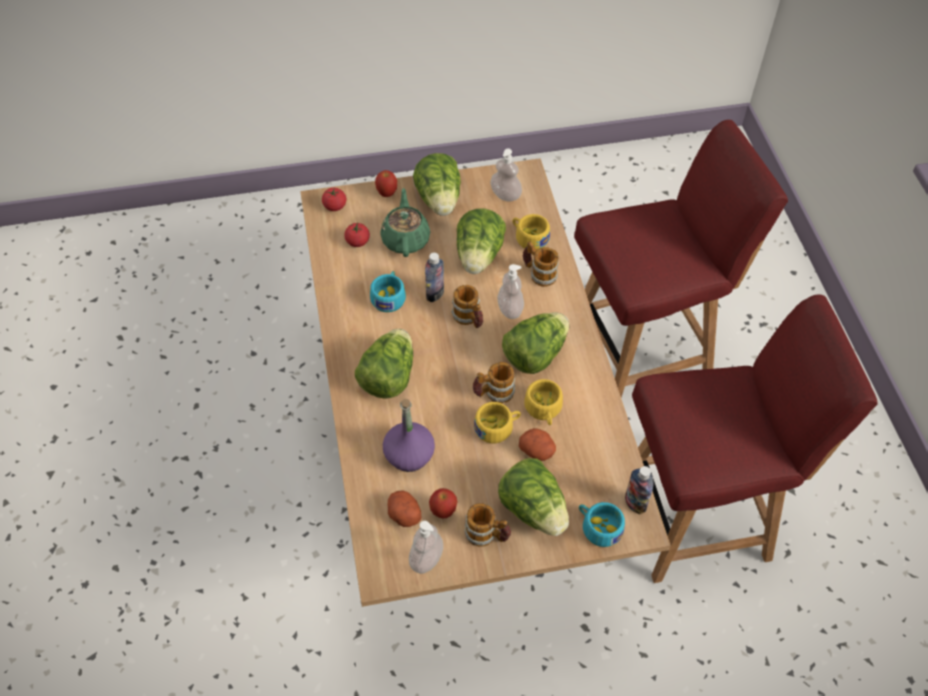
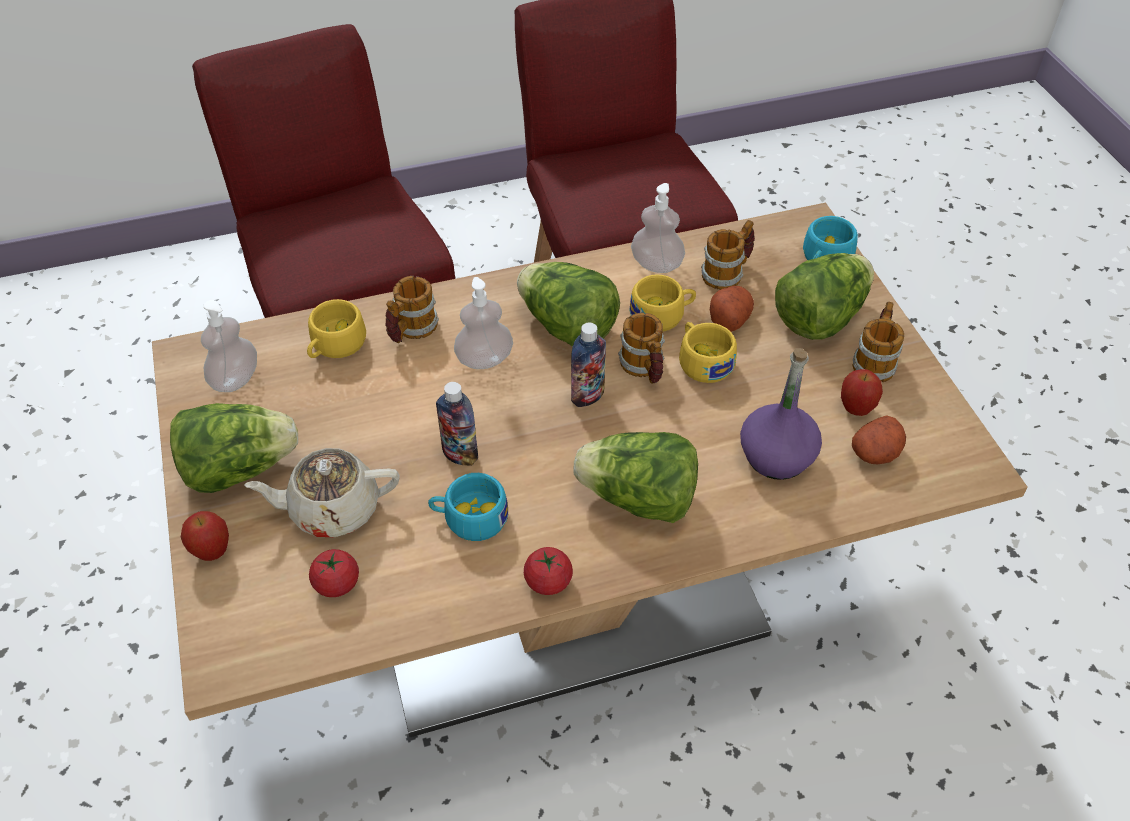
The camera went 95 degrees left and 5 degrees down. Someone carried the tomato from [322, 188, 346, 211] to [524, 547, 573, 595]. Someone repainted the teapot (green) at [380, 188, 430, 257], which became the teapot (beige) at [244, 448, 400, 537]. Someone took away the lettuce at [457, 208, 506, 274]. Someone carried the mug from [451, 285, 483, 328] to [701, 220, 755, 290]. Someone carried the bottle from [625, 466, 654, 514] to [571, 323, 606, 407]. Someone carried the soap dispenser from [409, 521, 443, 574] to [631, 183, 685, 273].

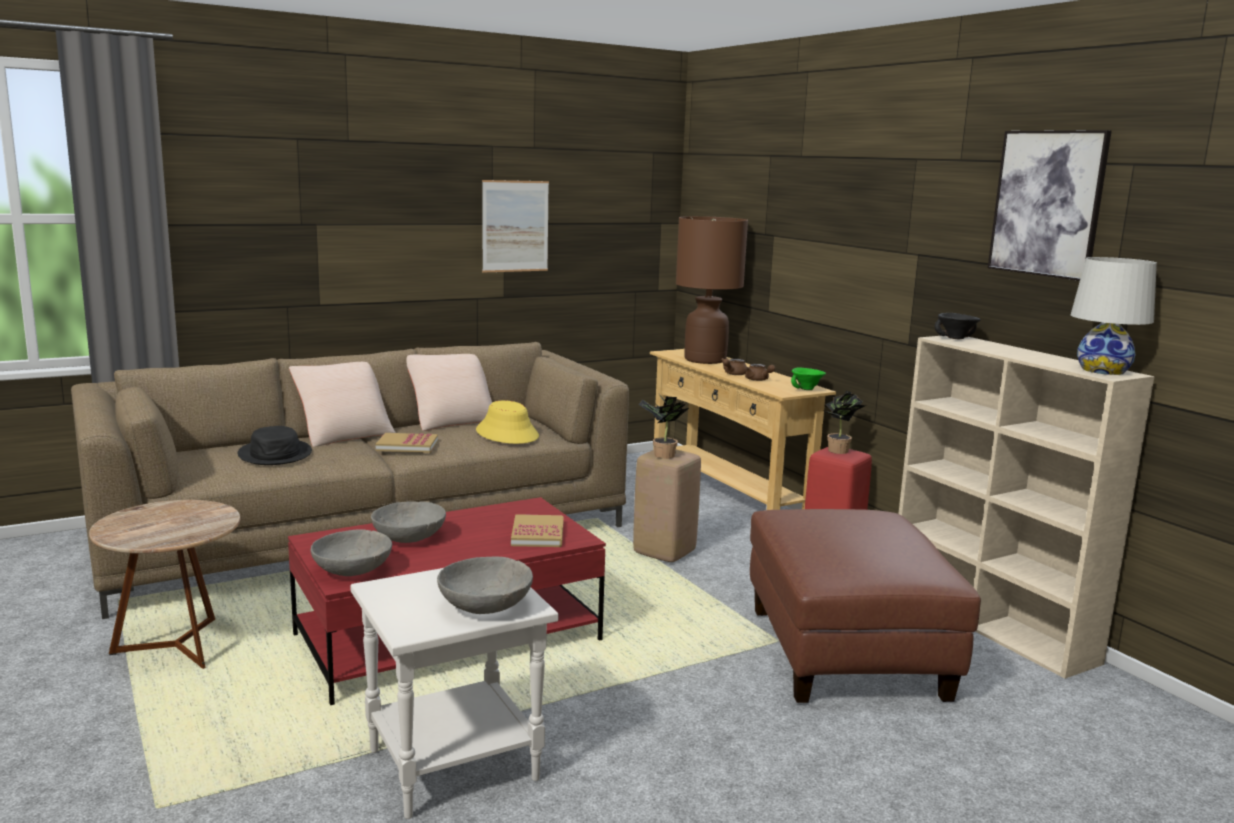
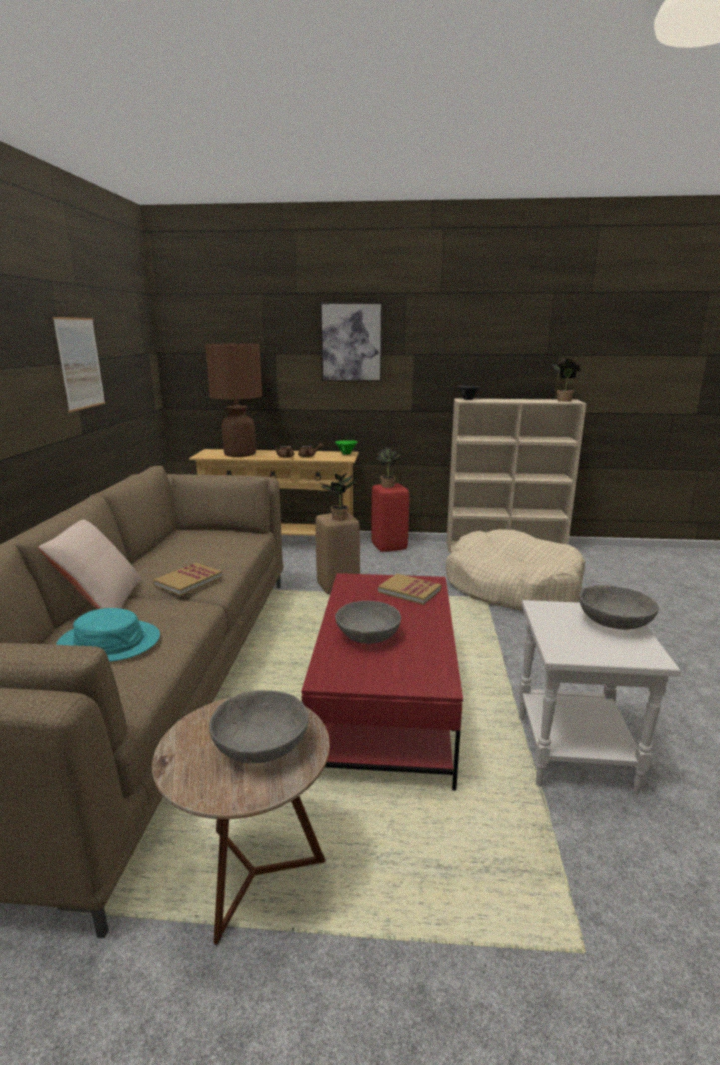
The camera went 55 degrees left and 5 degrees up. Someone carried the picture from [988, 130, 1112, 281] to [320, 302, 383, 381]. Someone swapped the table lamp (white) at [1071, 257, 1157, 375] for the potted plant at [552, 357, 581, 402]. Someone took away the pillow (beige) at [407, 354, 492, 431]. Someone took away the hat (yellow) at [476, 400, 539, 444]. Someone repainted the hat (black) at [238, 426, 312, 465], which became the hat (turquoise) at [56, 608, 160, 662]. Someone swapped the ottoman (brown) at [750, 509, 981, 703] for the dog bed (beige) at [446, 529, 586, 611]. Someone carried the bowl (grey) from [311, 529, 392, 576] to [209, 690, 309, 763].

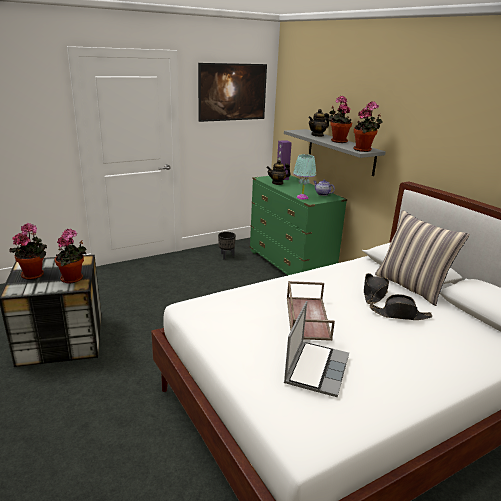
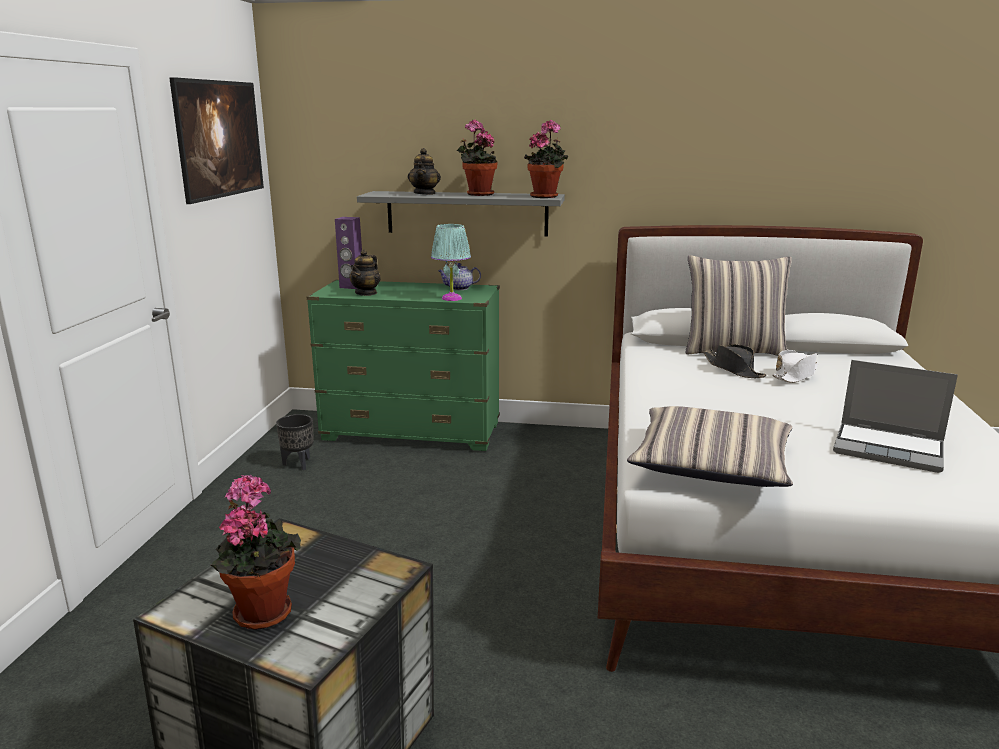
The camera went 50 degrees left and 5 degrees down. Someone took away the potted plant at [55, 229, 86, 284]. Someone took away the tray (brown) at [287, 281, 335, 341]. Someone repainted the hat (black) at [370, 294, 432, 320], which became the hat (white) at [772, 350, 818, 383]. Someone rotated the laptop at [284, 301, 349, 397] by 150 degrees clockwise. Someone put down the pillow at [627, 406, 793, 487].

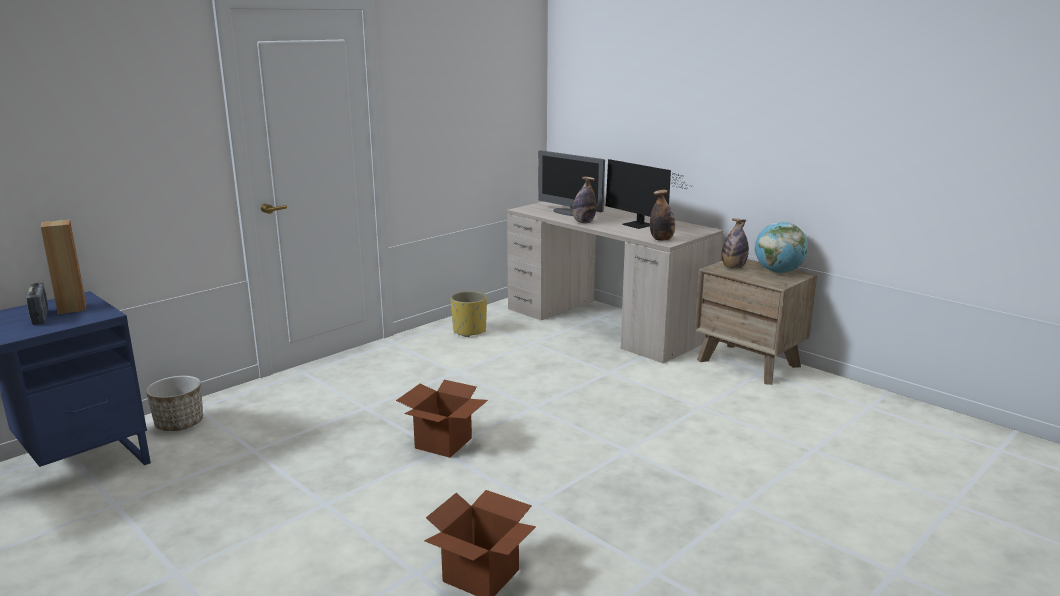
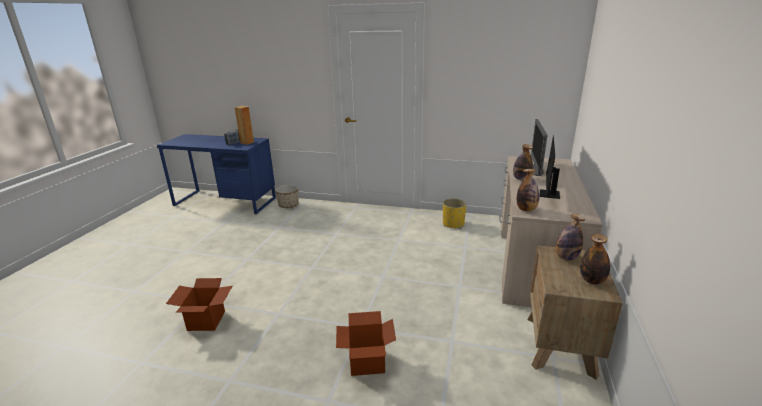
The camera went 60 degrees right and 5 degrees up. Someone swapped the globe at [755, 222, 808, 273] for the bottle at [580, 234, 610, 285]. Someone carried the cardboard box from [396, 380, 488, 458] to [336, 311, 396, 376].

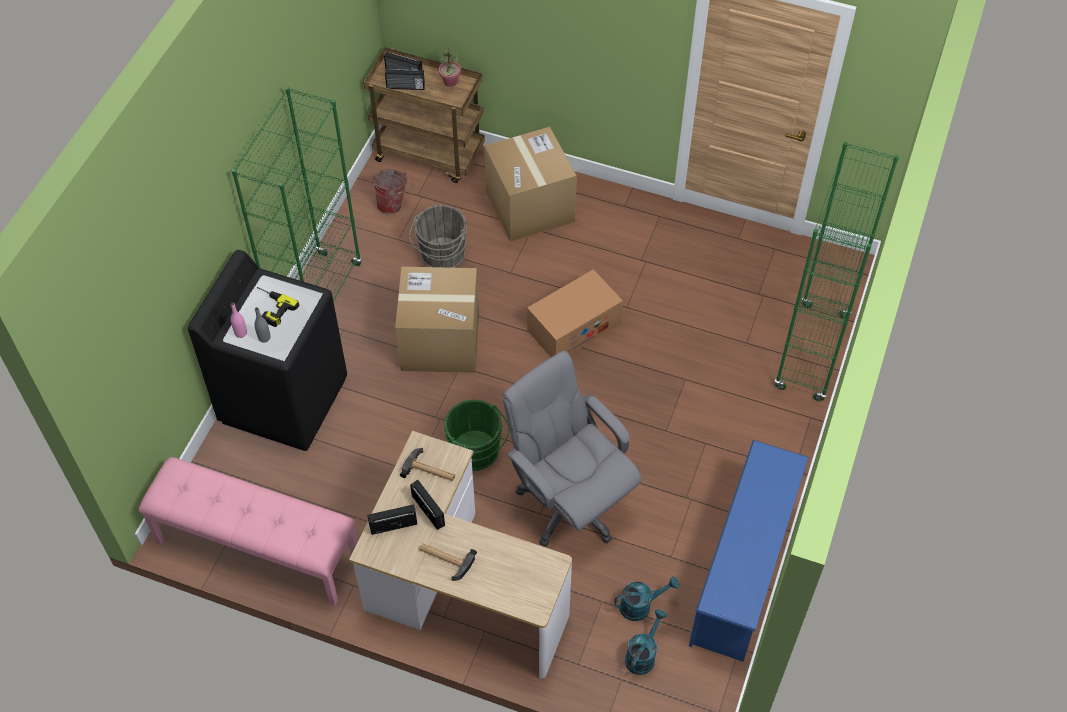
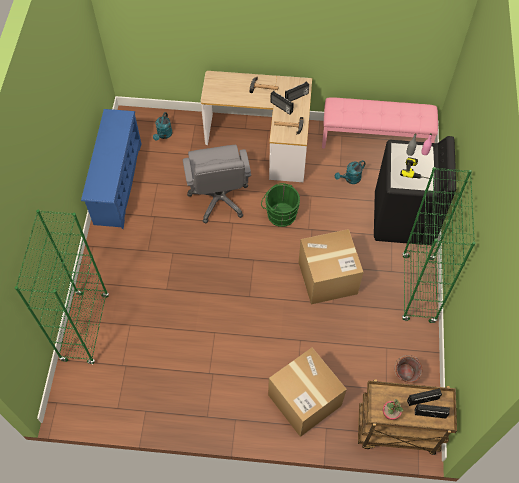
The camera went 165 degrees right and 5 degrees up. Someone took away the bucket (grey) at [409, 205, 468, 268]. Someone took away the cardboard box at [527, 269, 623, 357]. Someone rotated the office chair (grey) at [503, 351, 642, 547] by 45 degrees clockwise. Someone carried the watering can (turquoise) from [614, 576, 679, 621] to [335, 160, 366, 184].

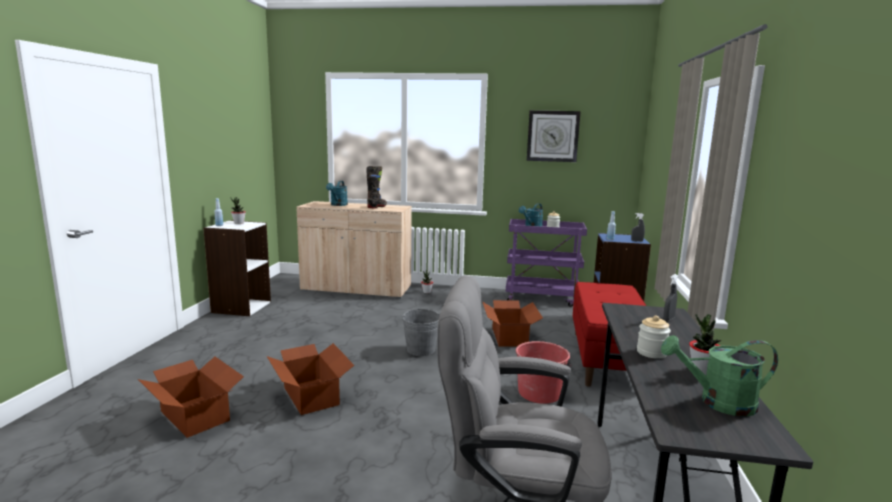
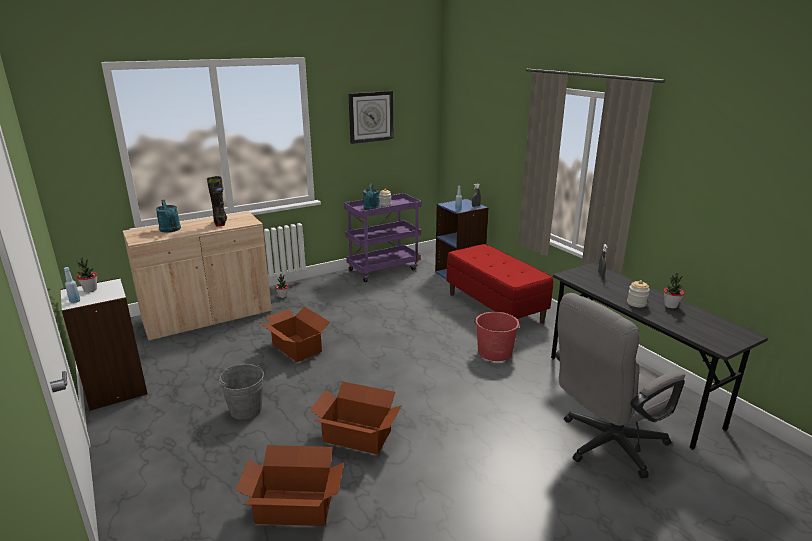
The camera went 40 degrees left and 10 degrees up. Someone carried the cardboard box from [482, 300, 543, 347] to [260, 307, 330, 362]. Someone carried the bucket (grey) from [402, 309, 440, 356] to [219, 364, 264, 420]. Someone took away the watering can (green) at [661, 335, 778, 417].

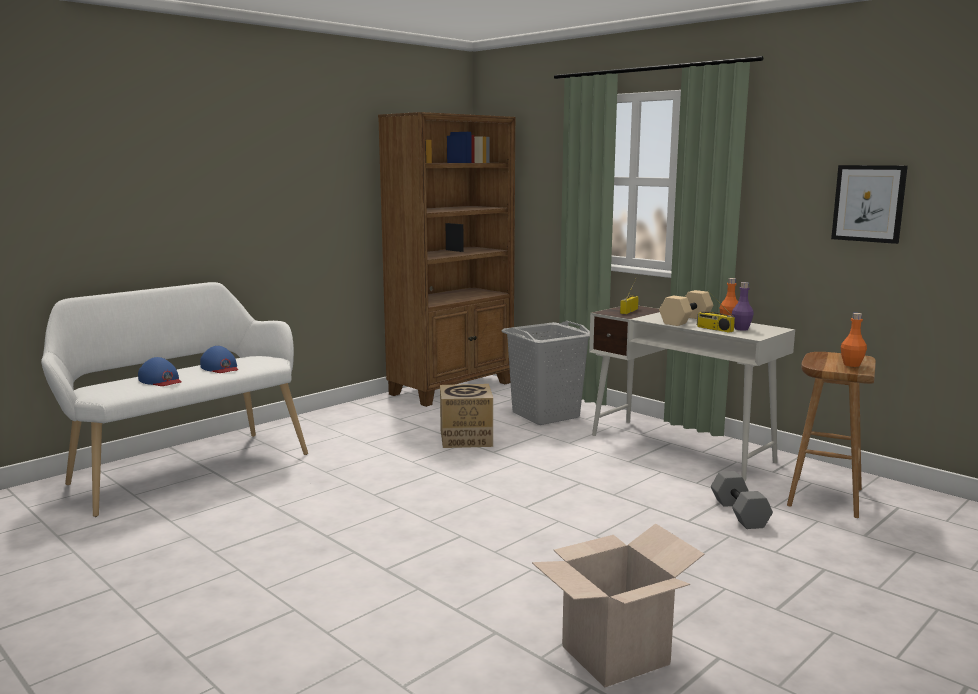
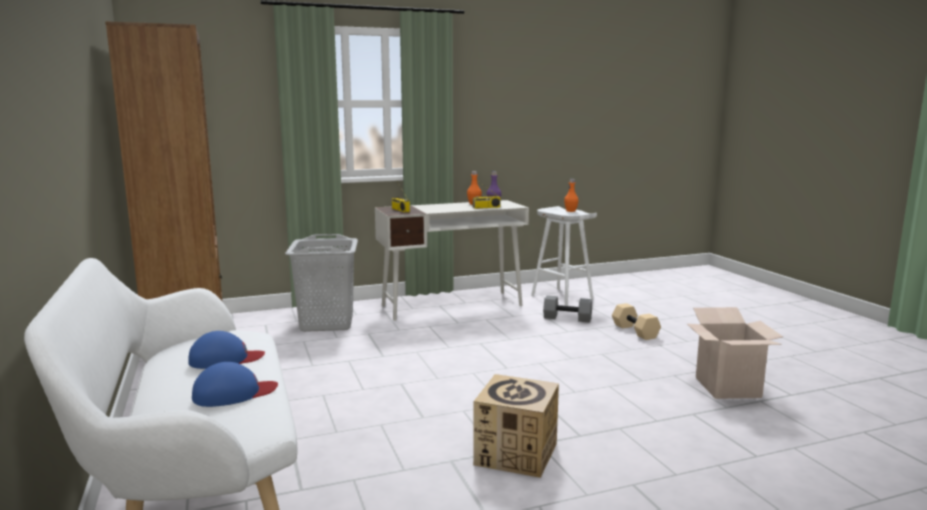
The camera went 65 degrees left and 0 degrees up. Someone took away the picture at [831, 165, 908, 244]. Someone carried the dumbbell (beige) from [659, 290, 714, 326] to [612, 303, 661, 340]. Someone repainted the stool (brown) at [787, 352, 876, 518], which became the stool (white) at [531, 206, 597, 306]. Someone carried the cardboard box from [440, 384, 493, 448] to [473, 374, 559, 478].

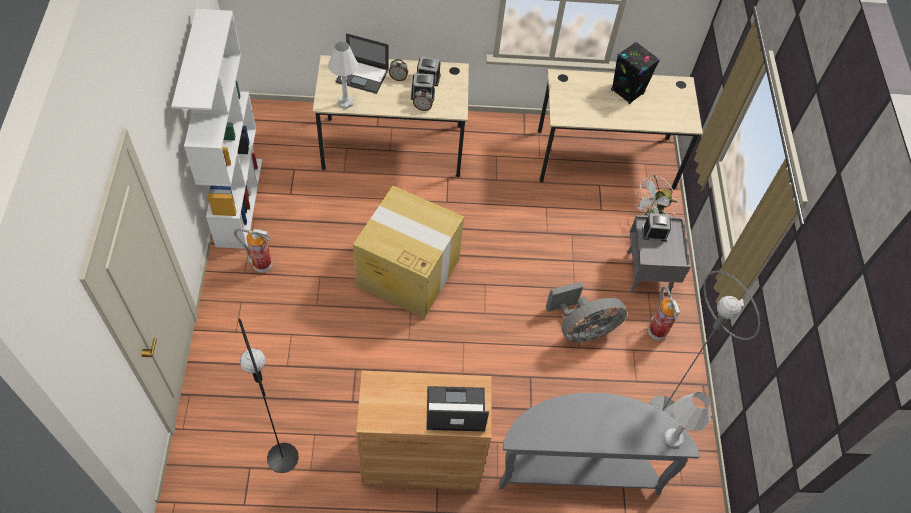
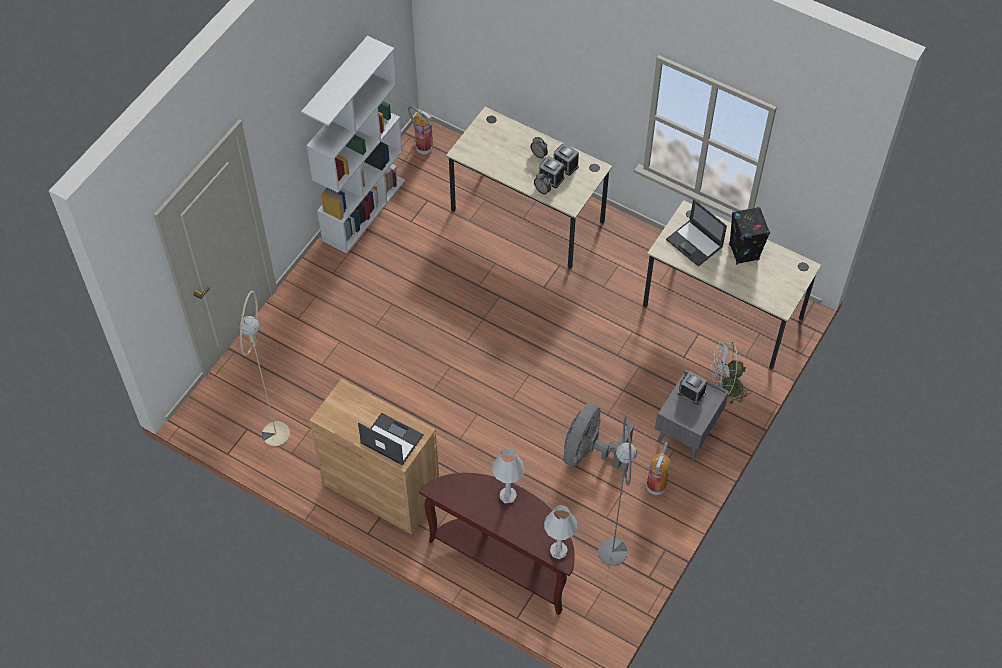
The camera went 35 degrees right and 0 degrees up. Someone carried the laptop from [335, 33, 389, 94] to [666, 199, 727, 267]. Someone carried the table lamp (white) from [328, 41, 358, 109] to [492, 449, 525, 504]. Someone took away the cardboard box at [353, 186, 464, 318]. Someone carried the fire extinguisher from [234, 228, 272, 273] to [408, 106, 433, 154]. Someone rotated the fan (grey) at [546, 282, 627, 342] by 105 degrees clockwise. Someone repainted the floor lamp (black) at [238, 319, 299, 473], which became the floor lamp (beige) at [239, 291, 290, 446]. Someone repainted the console table (grey) at [499, 393, 699, 495], which became the console table (brown) at [419, 473, 575, 615].

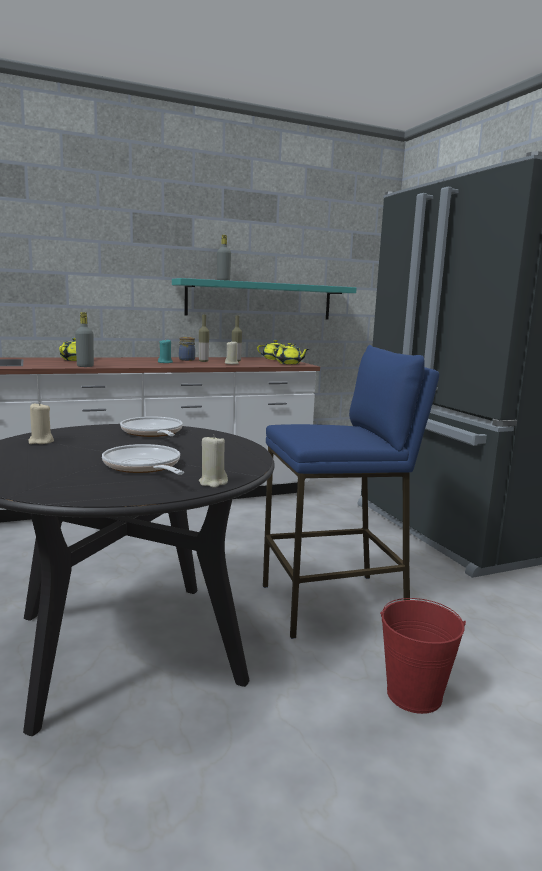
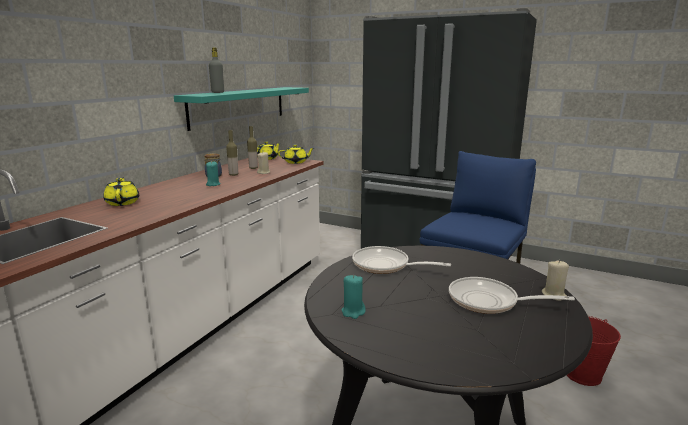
The camera went 40 degrees left and 5 degrees up. Someone took away the bottle (grey) at [75, 312, 94, 367]. Someone repainted the candle (beige) at [28, 402, 54, 444], which became the candle (turquoise) at [342, 274, 366, 319].

